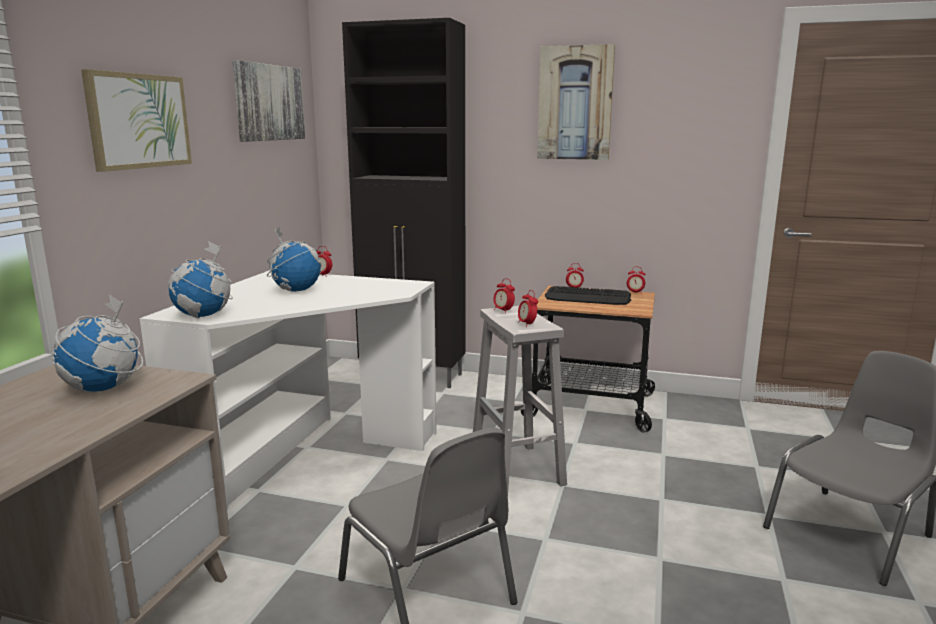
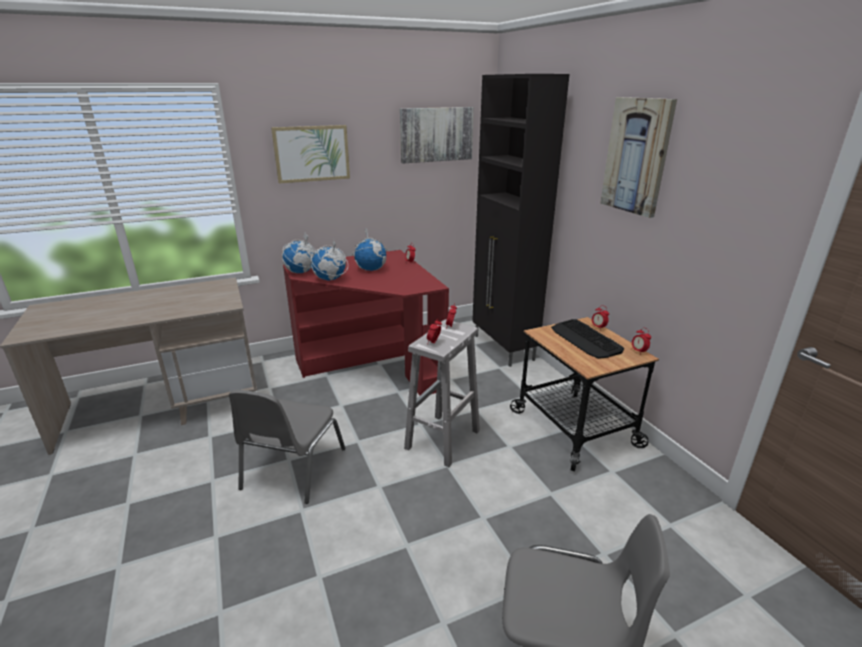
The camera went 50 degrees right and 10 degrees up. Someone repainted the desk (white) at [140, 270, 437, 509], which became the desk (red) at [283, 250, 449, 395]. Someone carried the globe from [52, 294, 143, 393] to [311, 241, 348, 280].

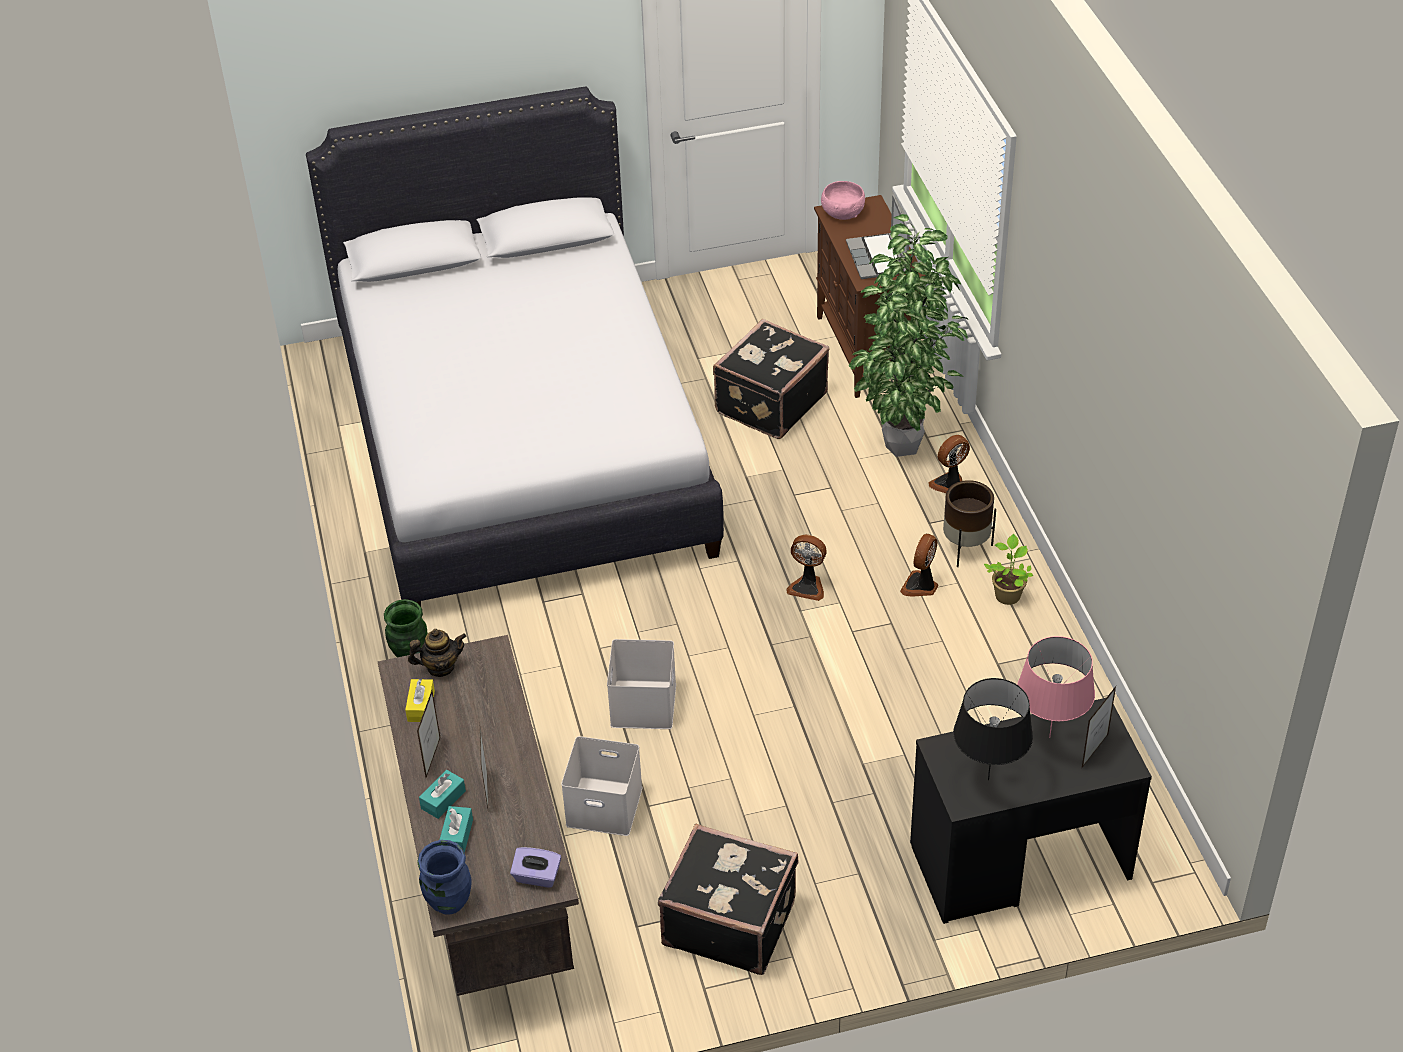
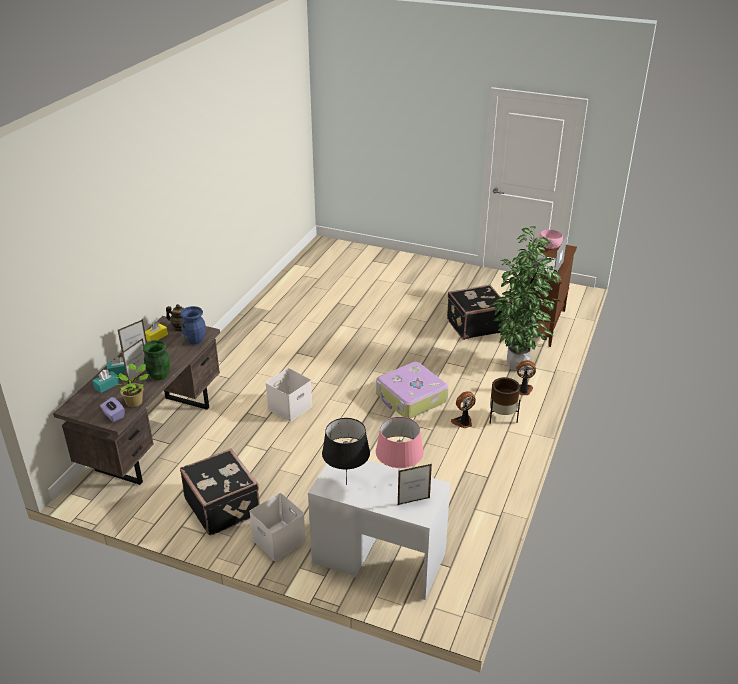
The camera went 35 degrees right and 10 degrees down. Someone took away the bed (white) at [306, 86, 724, 607]. Someone carried the potted plant from [984, 534, 1033, 605] to [115, 364, 149, 407]. Someone swapped the fan at [786, 535, 827, 601] for the suitcase at [376, 362, 449, 419]. Someone carried the vase (green) from [384, 599, 428, 657] to [143, 340, 170, 380]. Someone repainted the desk (black) at [910, 698, 1152, 924], which became the desk (white) at [308, 460, 451, 600]. Someone carried the storage box (white) from [561, 736, 643, 836] to [249, 493, 306, 561]. Someone carried the vase (blue) from [417, 840, 472, 915] to [180, 306, 206, 345].

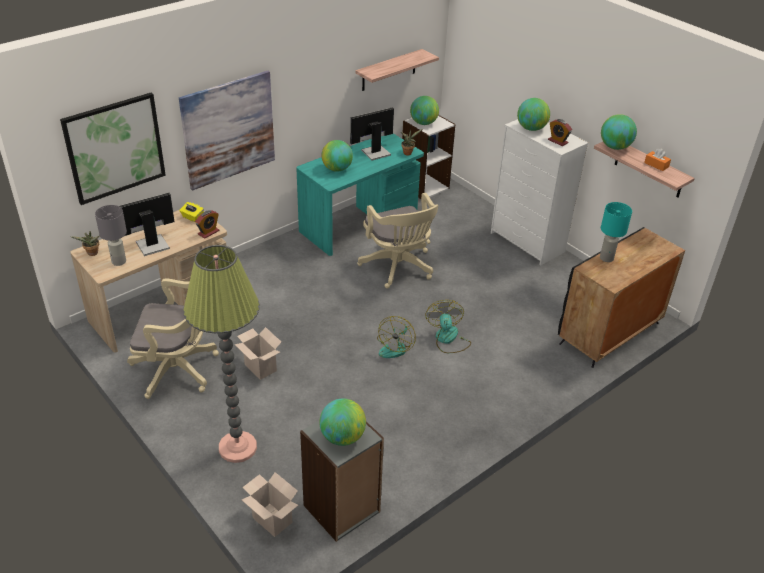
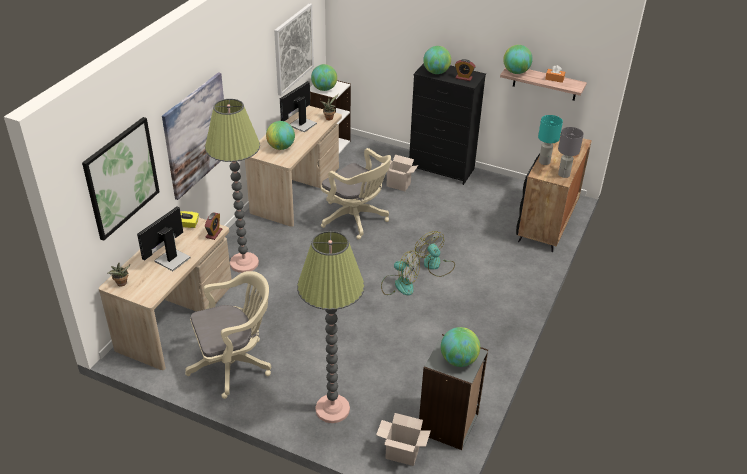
The camera went 25 degrees left and 0 degrees up. Someone swapped the shelf at [356, 49, 439, 91] for the picture at [274, 3, 314, 96]. Someone repainted the dresser (white) at [491, 119, 588, 266], which became the dresser (black) at [409, 63, 486, 185]. Someone repainted the desk (turquoise) at [296, 134, 424, 256], which became the desk (beige) at [245, 106, 342, 227]. Someone carried the table lamp (grey) from [95, 205, 127, 266] to [558, 127, 584, 178]. Someone rotated the fan at [377, 316, 416, 358] by 60 degrees counterclockwise. Someone carried the cardboard box from [235, 327, 281, 380] to [380, 154, 418, 191]. Someone put down the floor lamp at [205, 99, 260, 273].

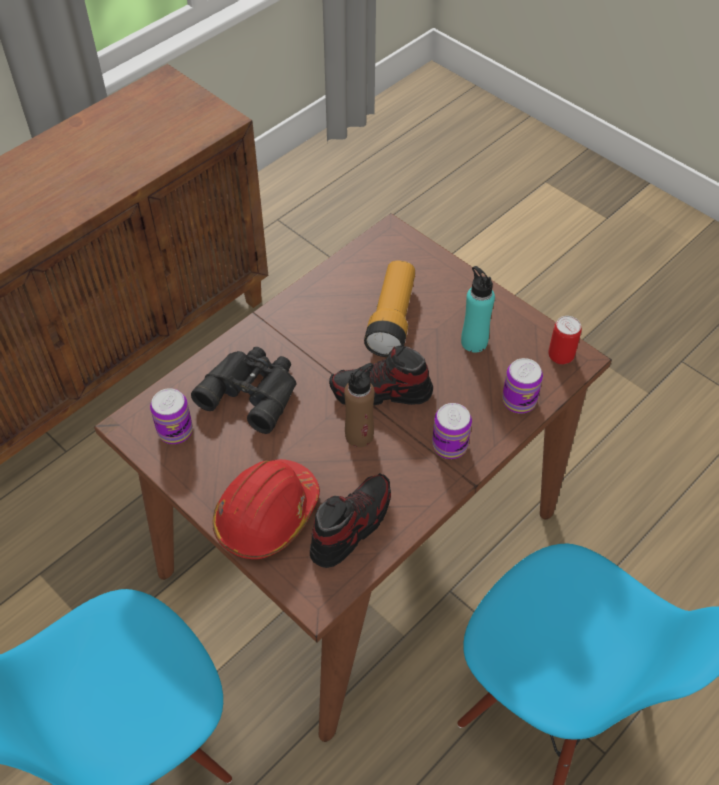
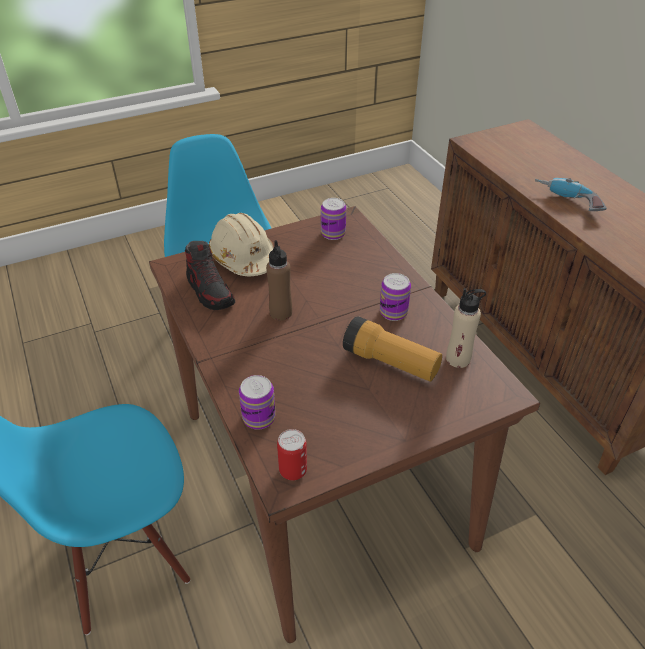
The camera went 110 degrees right and 10 degrees down. Someone took away the bottle (turquoise) at [461, 266, 495, 352]. Someone took away the shoe at [329, 346, 433, 406]. Someone took away the binoculars (black) at [191, 347, 297, 434]. Someone carried the can from [432, 403, 472, 459] to [380, 273, 411, 321]. Someone repainted the hard hat (red) at [212, 459, 320, 559], which became the hard hat (beige) at [209, 213, 274, 276]. Someone put down the power drill at [535, 178, 607, 211]. Someone put down the bottle (beige) at [446, 288, 486, 368].

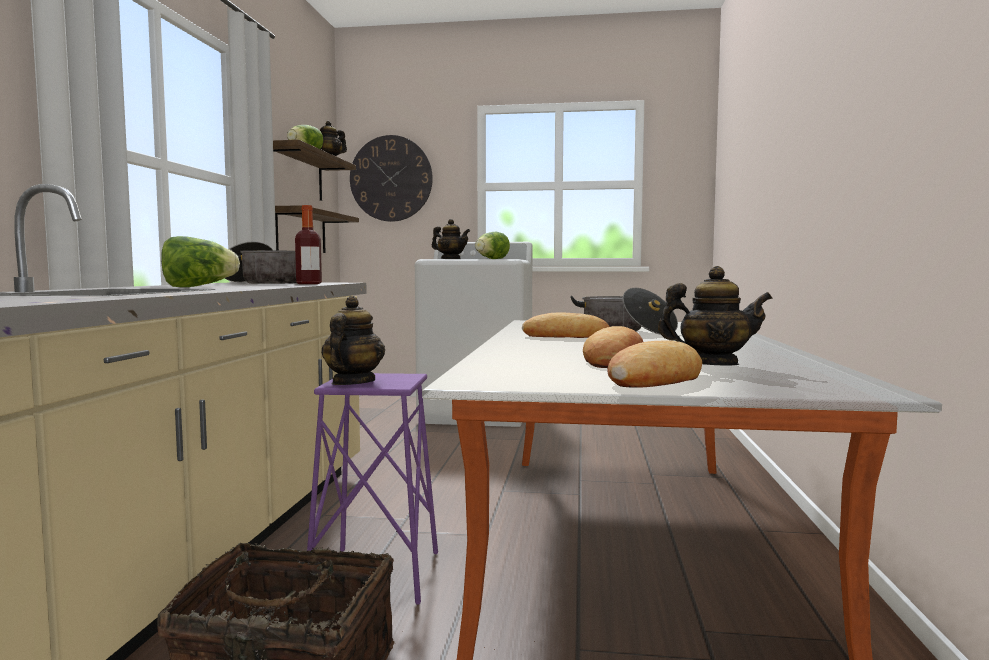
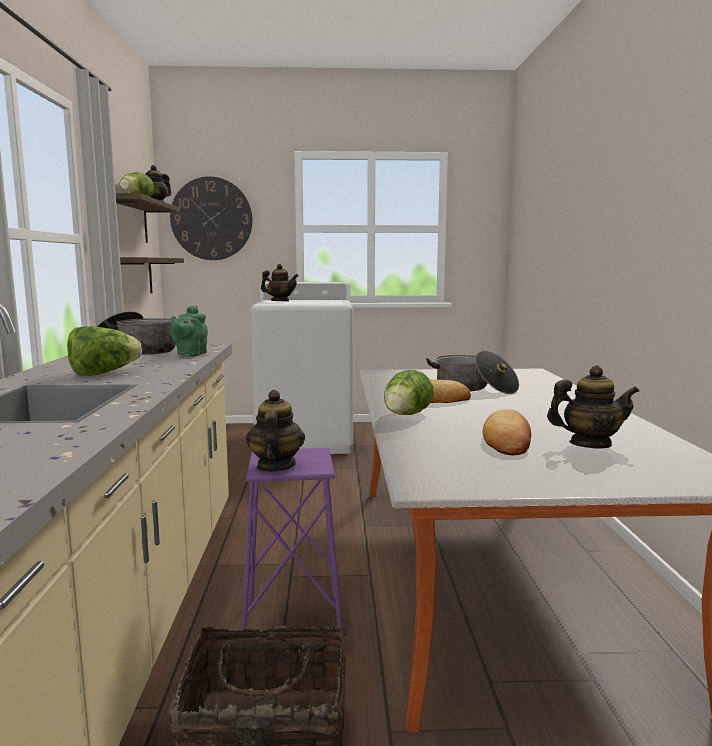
The camera went 10 degrees left and 5 degrees up. Someone swapped the bottle at [295, 205, 322, 284] for the teapot (green) at [171, 305, 208, 356]. Someone carried the lettuce from [475, 232, 510, 259] to [384, 370, 434, 415]. Someone took away the bread at [607, 340, 702, 388].

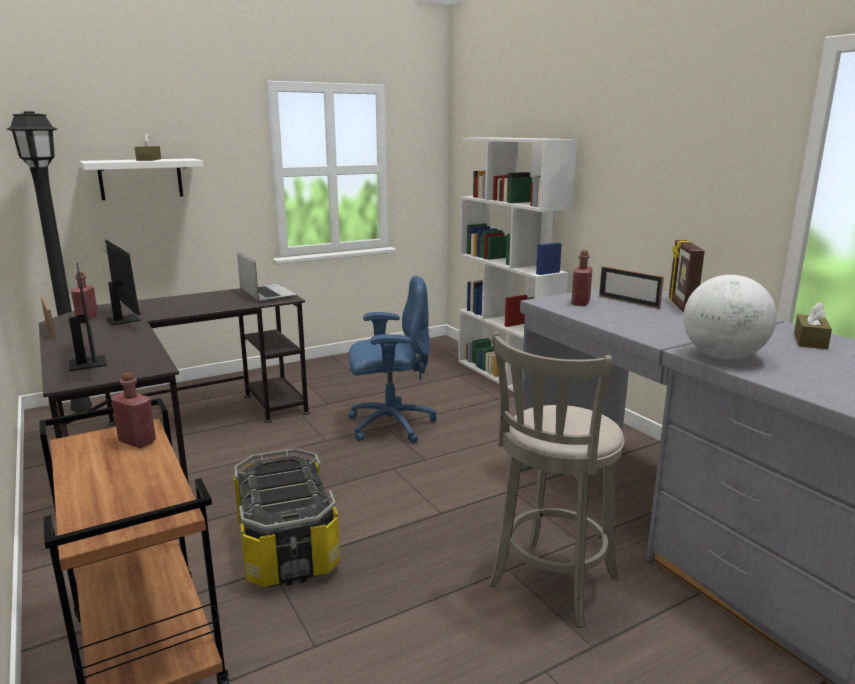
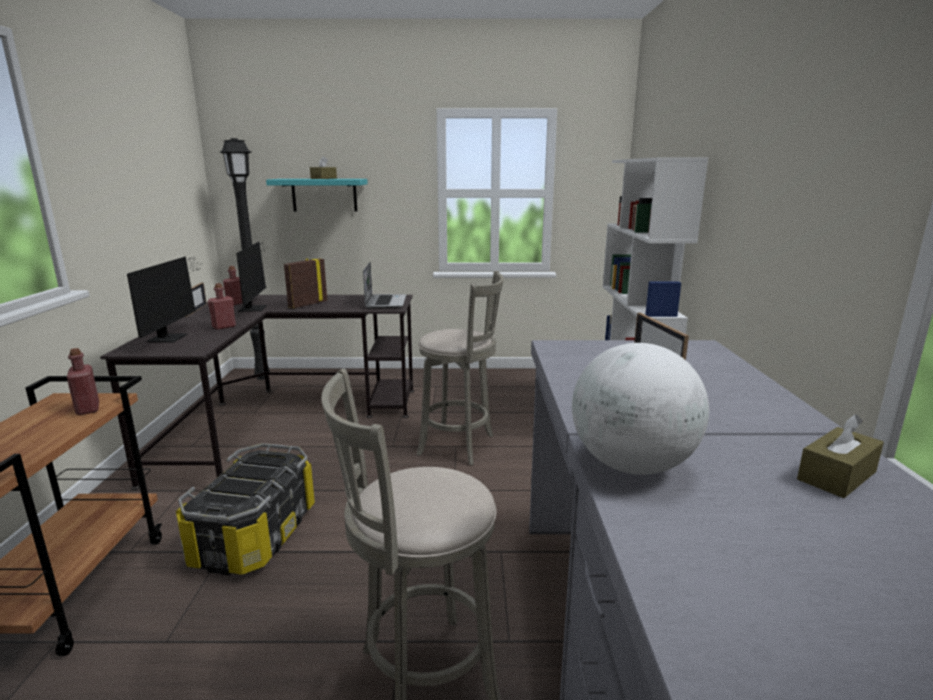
The camera went 30 degrees right and 0 degrees up. Someone repainted the shelf (white) at [80, 158, 204, 200], which became the shelf (turquoise) at [266, 179, 368, 211]. Someone carried the picture frame from [669, 240, 705, 312] to [284, 258, 327, 309]. Someone carried the bottle (red) from [571, 250, 592, 306] to [208, 283, 236, 330]. Someone swapped the office chair (blue) at [348, 276, 437, 443] for the stool (grey) at [417, 271, 504, 466].

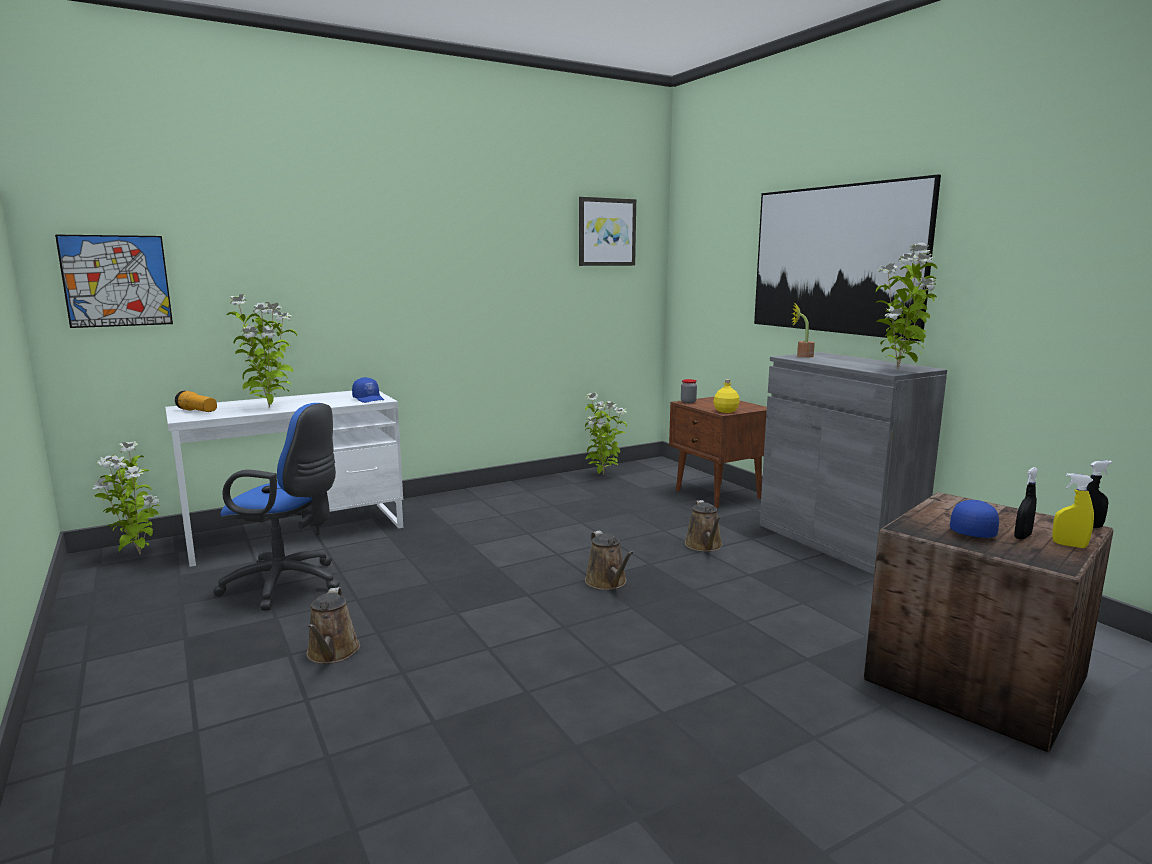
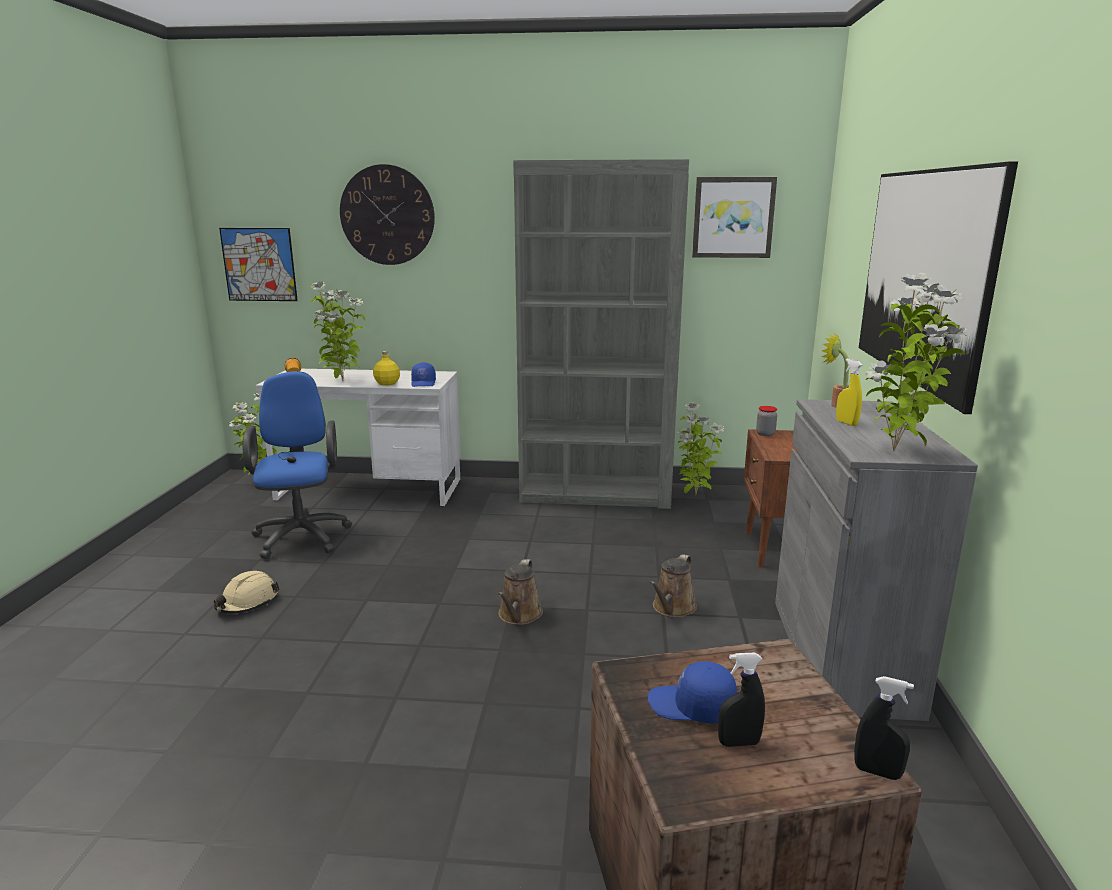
The camera went 35 degrees right and 5 degrees up. Someone carried the bottle (yellow) from [714, 379, 740, 413] to [373, 351, 400, 386]. Someone rotated the office chair (blue) at [213, 403, 340, 611] by 150 degrees counterclockwise. Someone carried the spray bottle (yellow) from [1052, 473, 1094, 548] to [836, 359, 862, 426]. Someone rotated the cap (blue) at [950, 500, 999, 538] by 135 degrees counterclockwise. Someone swapped the watering can (brown) at [306, 587, 360, 664] for the hard hat (beige) at [214, 571, 280, 613]. Someone put down the bookcase (grey) at [513, 159, 689, 509]. Someone put up the wall clock at [340, 164, 435, 265].

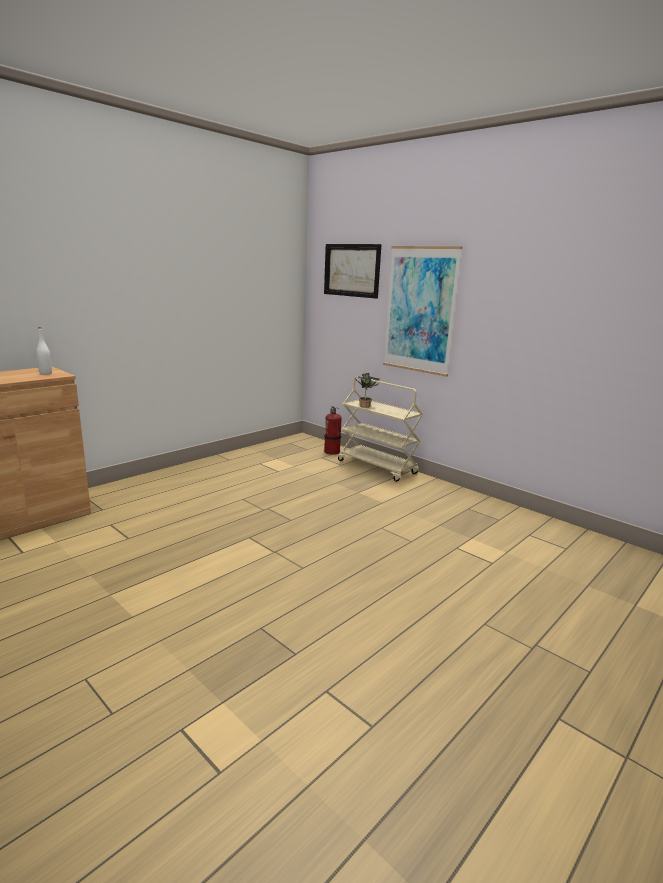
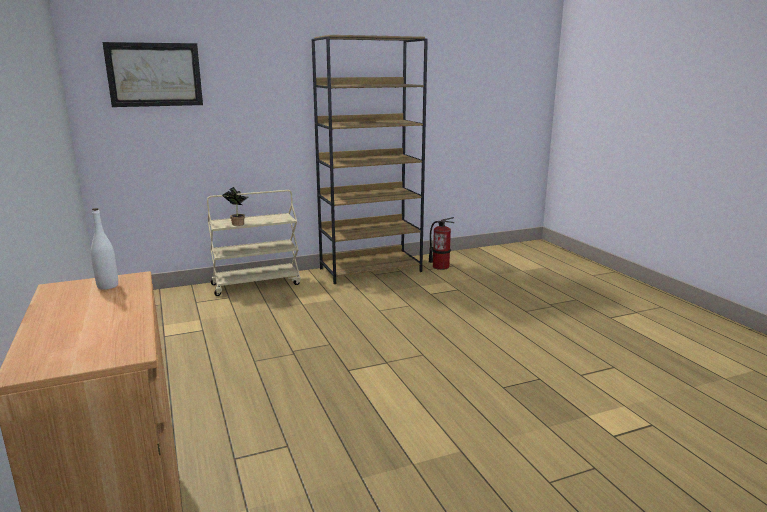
The camera went 65 degrees left and 0 degrees up. Someone took away the picture at [383, 246, 462, 377]. Someone carried the fire extinguisher from [324, 406, 342, 455] to [429, 217, 454, 270]. Someone put down the bookcase (brown) at [312, 35, 428, 284].

